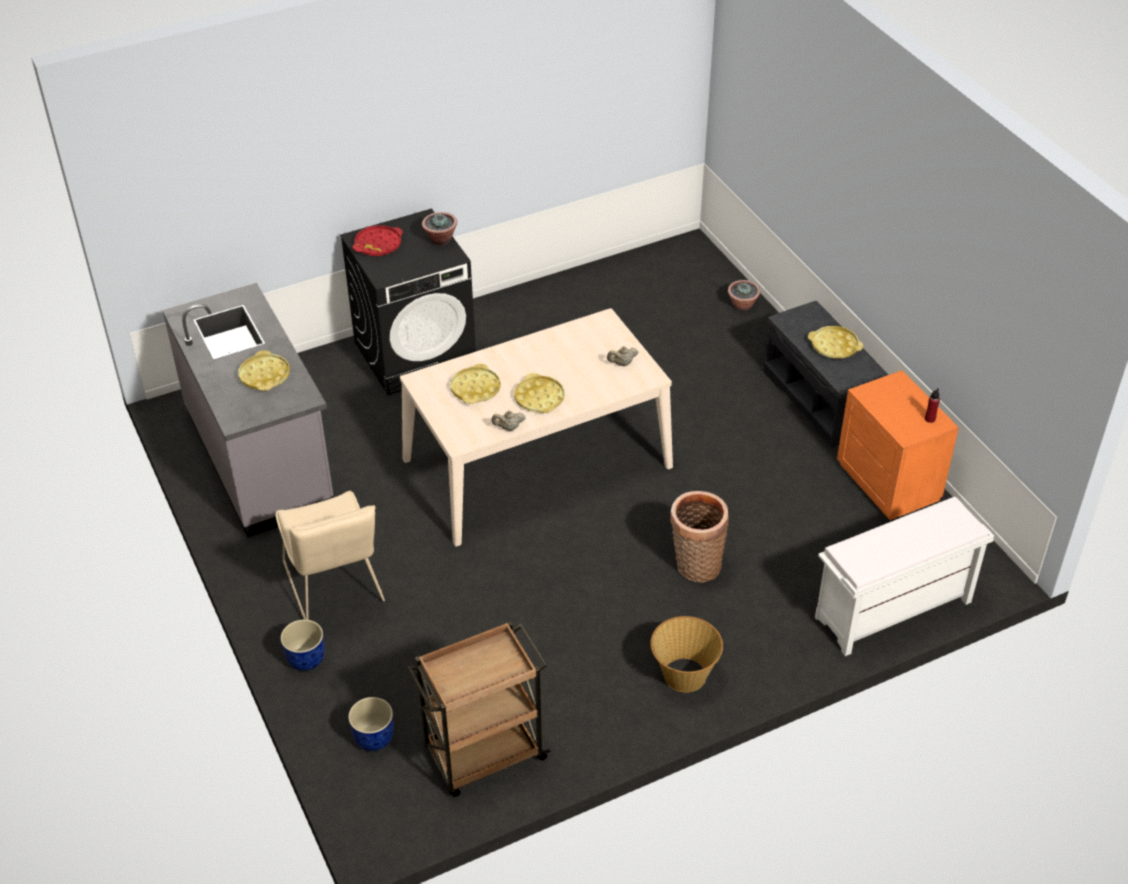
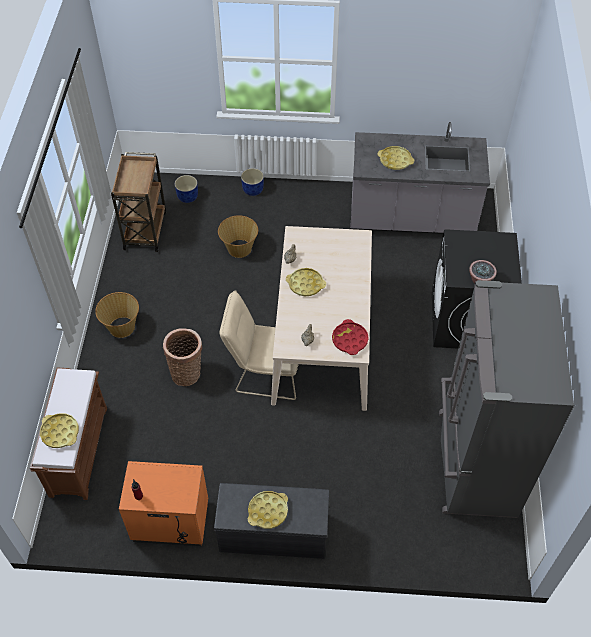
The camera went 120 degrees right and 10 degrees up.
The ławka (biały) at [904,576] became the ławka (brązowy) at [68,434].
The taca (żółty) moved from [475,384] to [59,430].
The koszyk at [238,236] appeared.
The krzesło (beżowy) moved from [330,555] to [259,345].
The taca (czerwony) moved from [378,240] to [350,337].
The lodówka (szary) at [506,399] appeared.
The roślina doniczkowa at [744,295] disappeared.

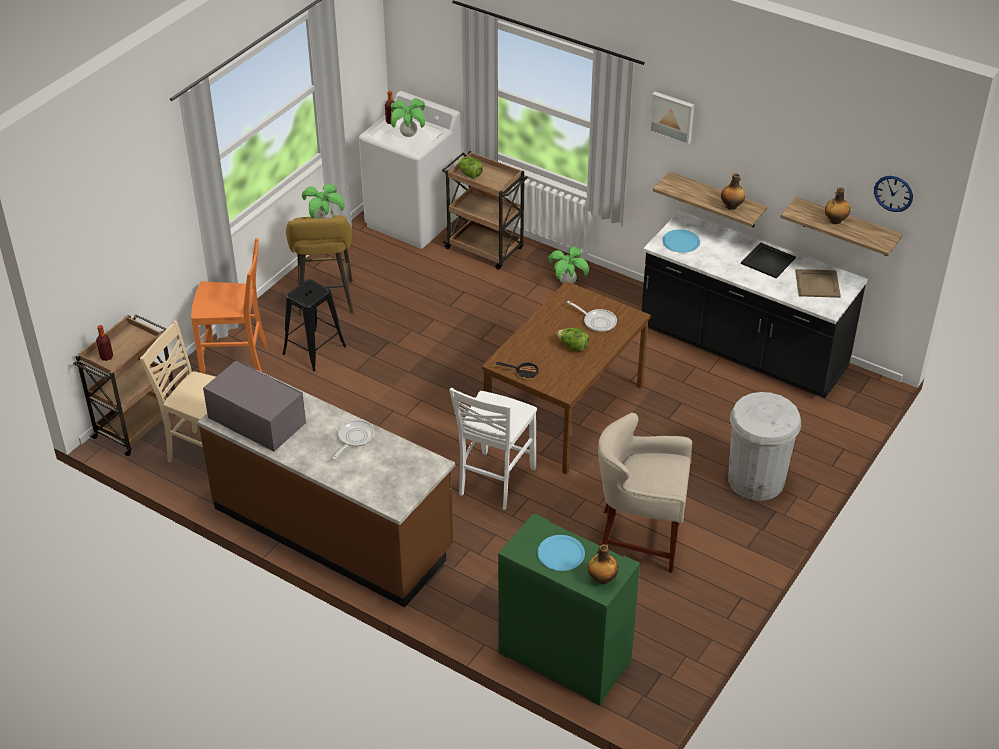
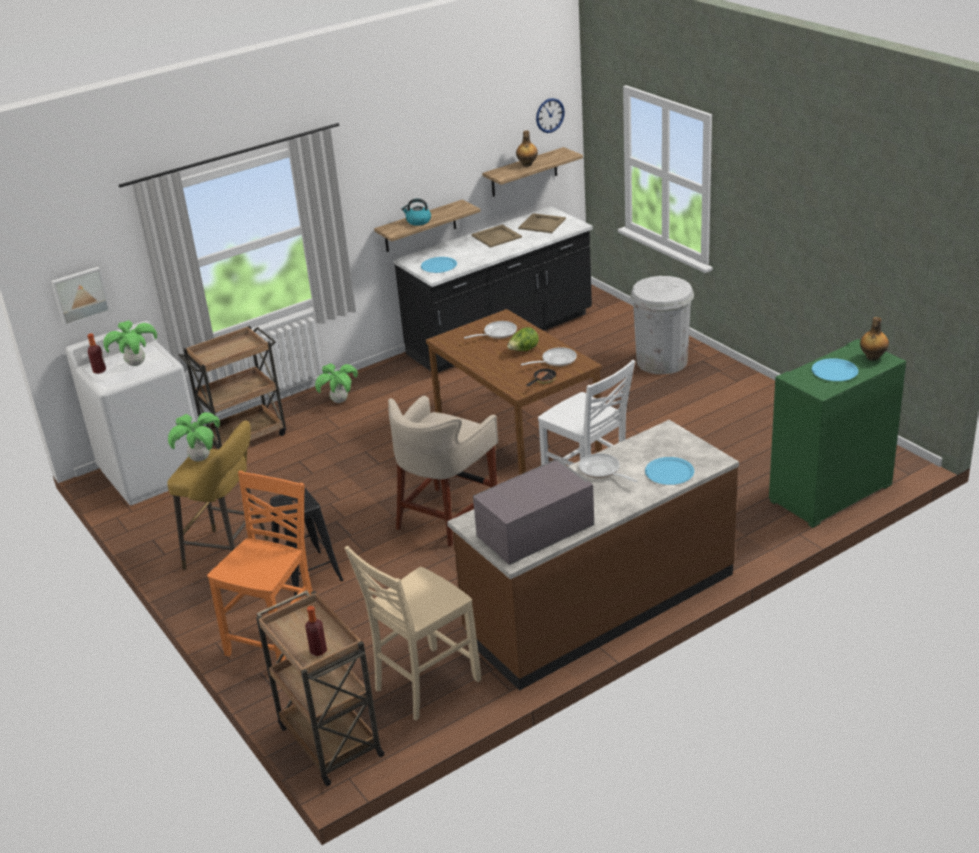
The camera went 65 degrees left and 10 degrees down.
The obraz moved from [671,118] to [81,296].
The stołek (beżowy) moved from [645,493] to [443,471].
The czajnik at [416,212] appeared.
The taca (czarny) at [768,260] became the taca (beżowy) at [496,236].
The patelnia at [549,357] appeared.
The talerz (niebieski) at [669,471] appeared.
The sałata at [470,168] disappeared.
The butelka at [733,191] disappeared.

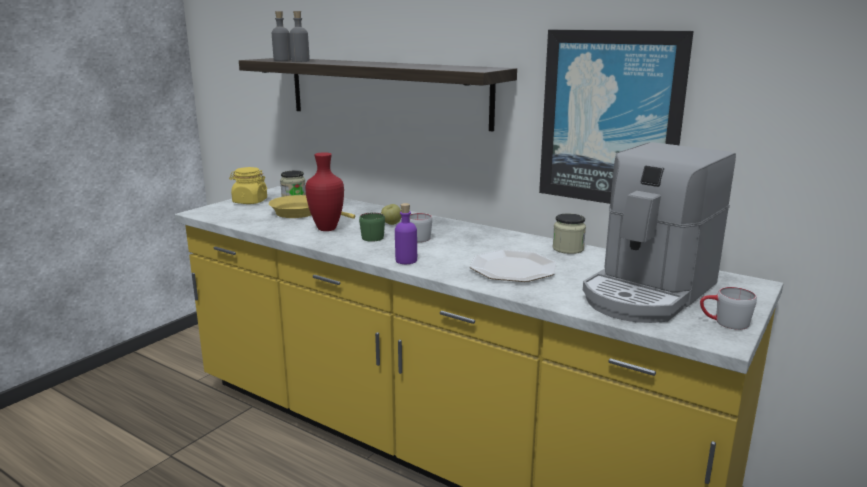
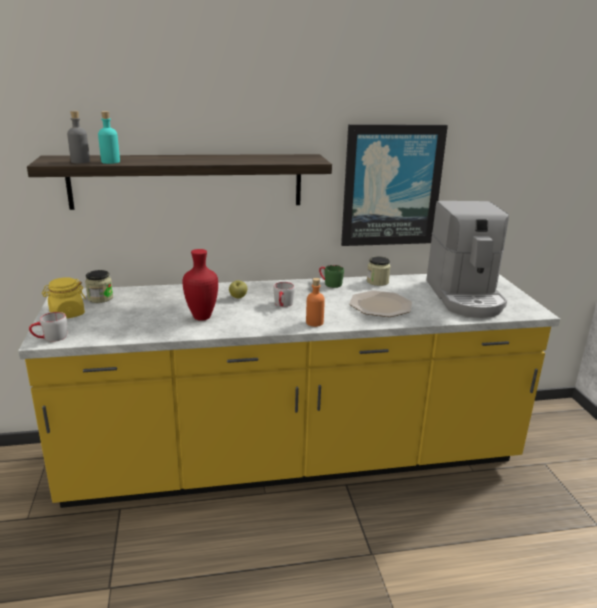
The camera went 45 degrees left and 5 degrees up.
The kubek (szary) moved from [728,308] to [48,327].
The butelka (szary) at [300,36] became the butelka (turkusowy) at [109,137].
The butelka (fioletowy) at [406,233] became the butelka (pomarańczowy) at [315,302].
The kubek (zielony) moved from [372,227] to [331,276].
The patelnia (żółty) at [312,207] disappeared.

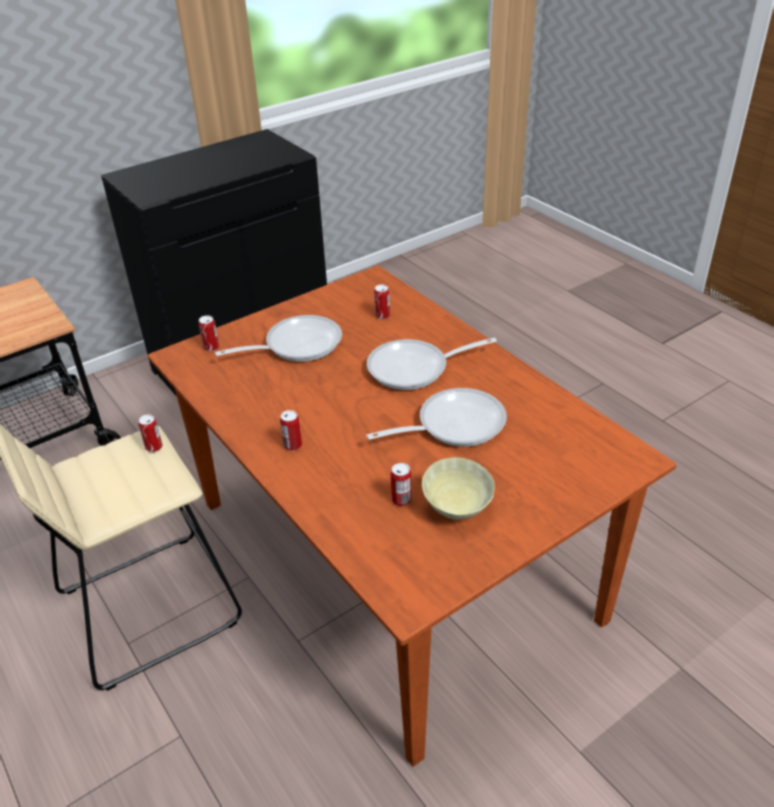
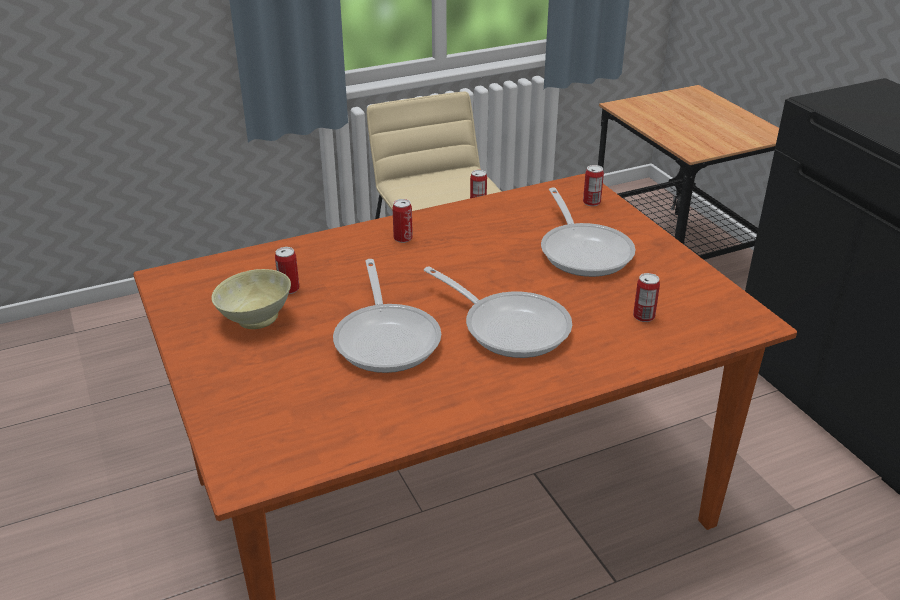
The camera went 100 degrees right and 5 degrees down.
The patelnia at [432,364] turned 135 degrees clockwise.

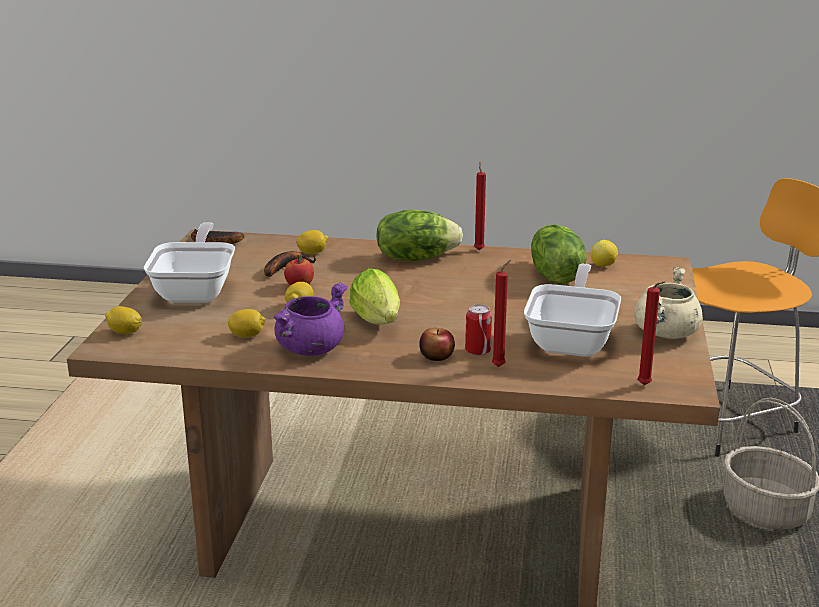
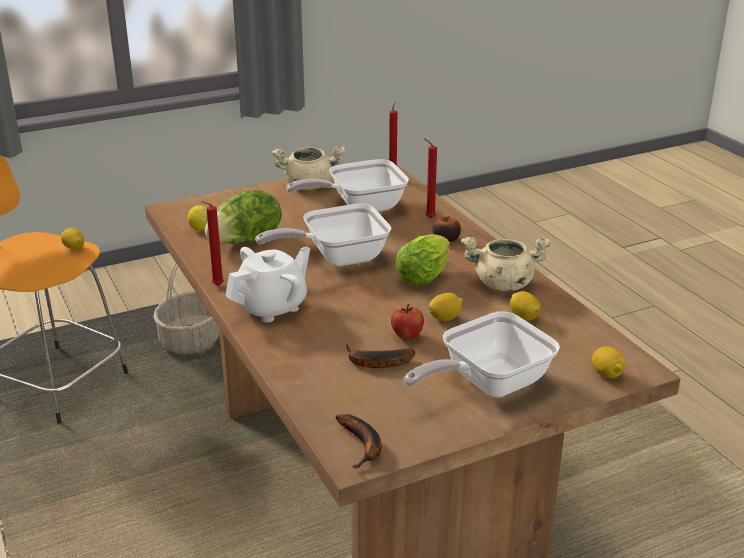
The camera went 125 degrees left and 5 degrees up.
The cytryna moved from [312,242] to [72,239].
The sałata at [419,235] was replaced by the imbryk (biały) at [267,285].
The patelnia at [323,234] appeared.
The garnek (fioletowy) at [310,319] became the garnek (beżowy) at [506,264].
The puszka at [478,330] disappeared.

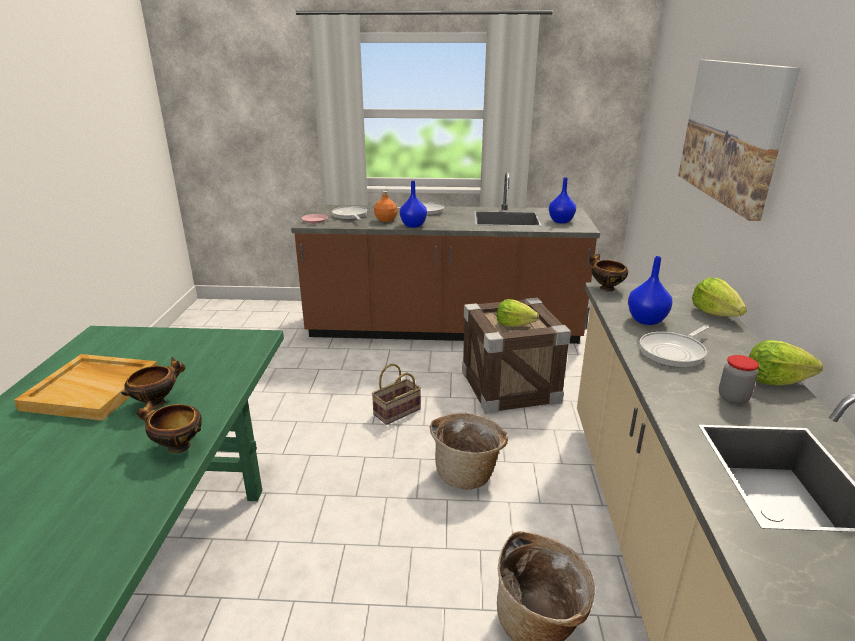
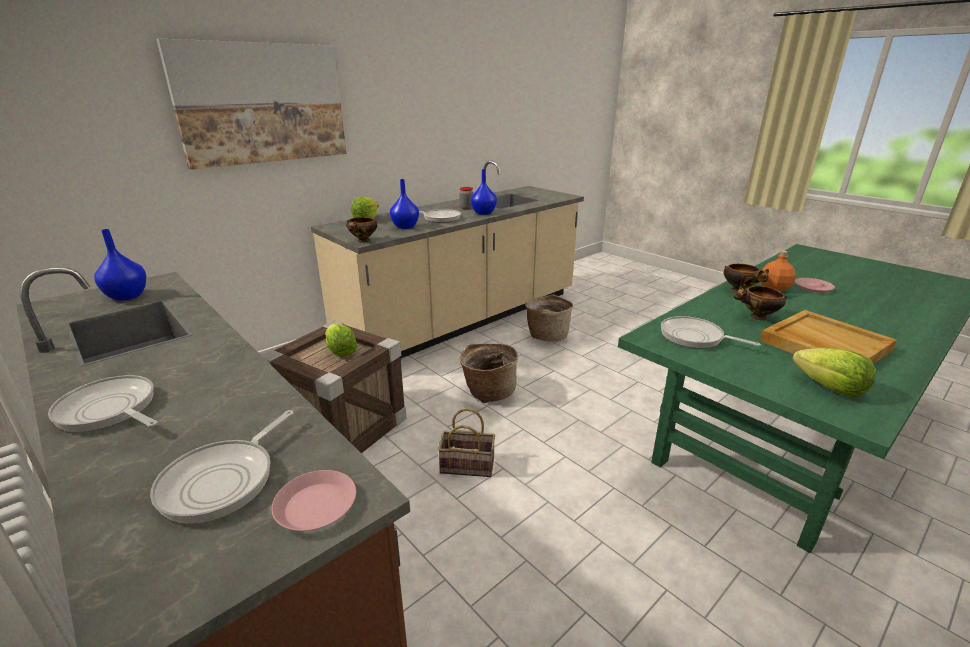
The camera went 135 degrees left and 0 degrees up.
The wazon (niebieski) moved from [413,204] to [484,192].
The patelnia at [711,332] appeared.
The butelka (pomarańczowy) moved from [386,206] to [778,271].
The sałata moved from [786,362] to [834,372].
The talerz (różowy) at [815,285] appeared.

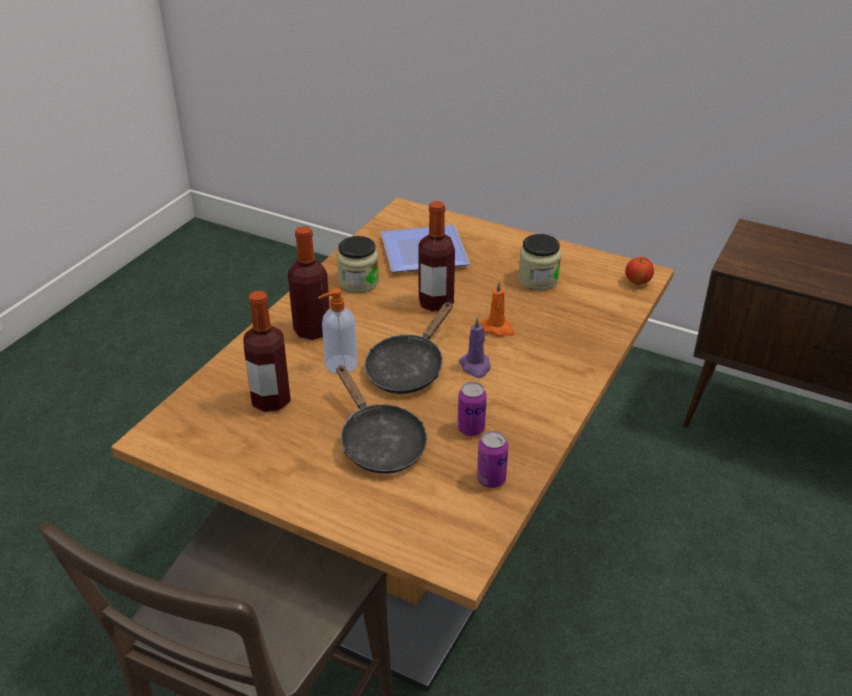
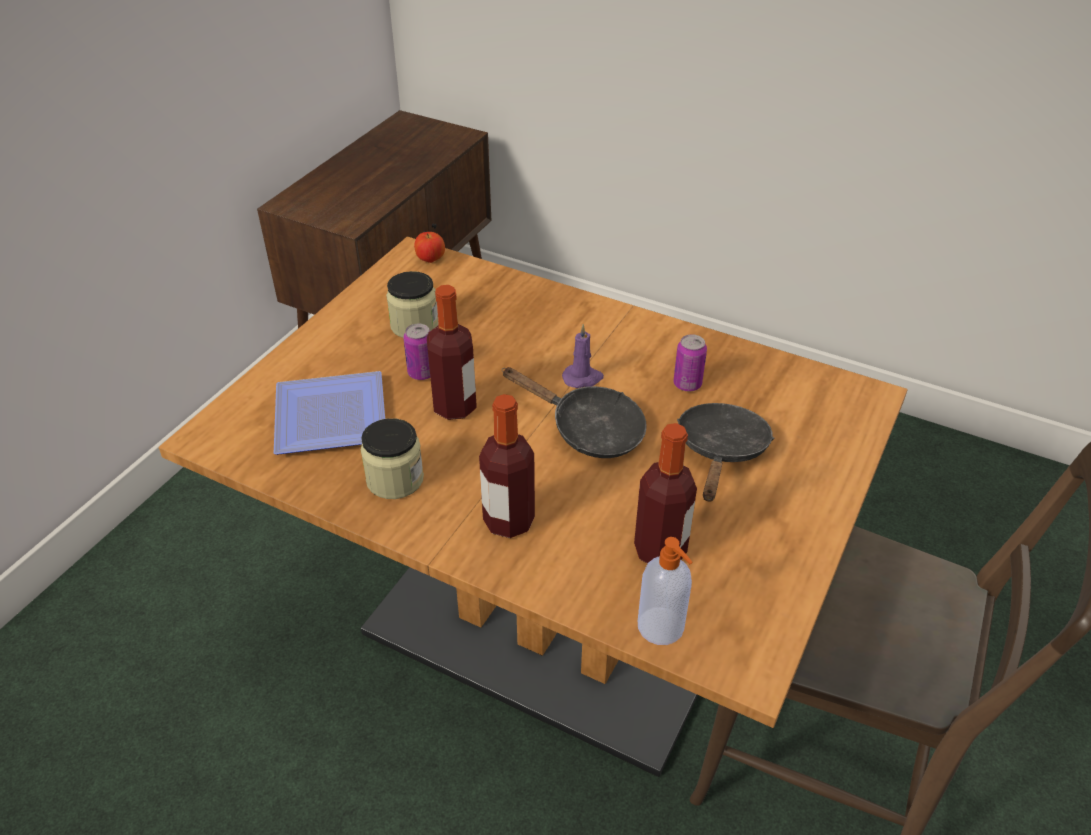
The camera went 90 degrees left and 5 degrees up.
The puszka moved from [492,459] to [416,352].
The dozownik mydła moved from [337,331] to [665,591].
The patelnia (czarny) at [381,419] turned 45 degrees counterclockwise.
The świeca (pomarańczowy) at [497,309] disappeared.

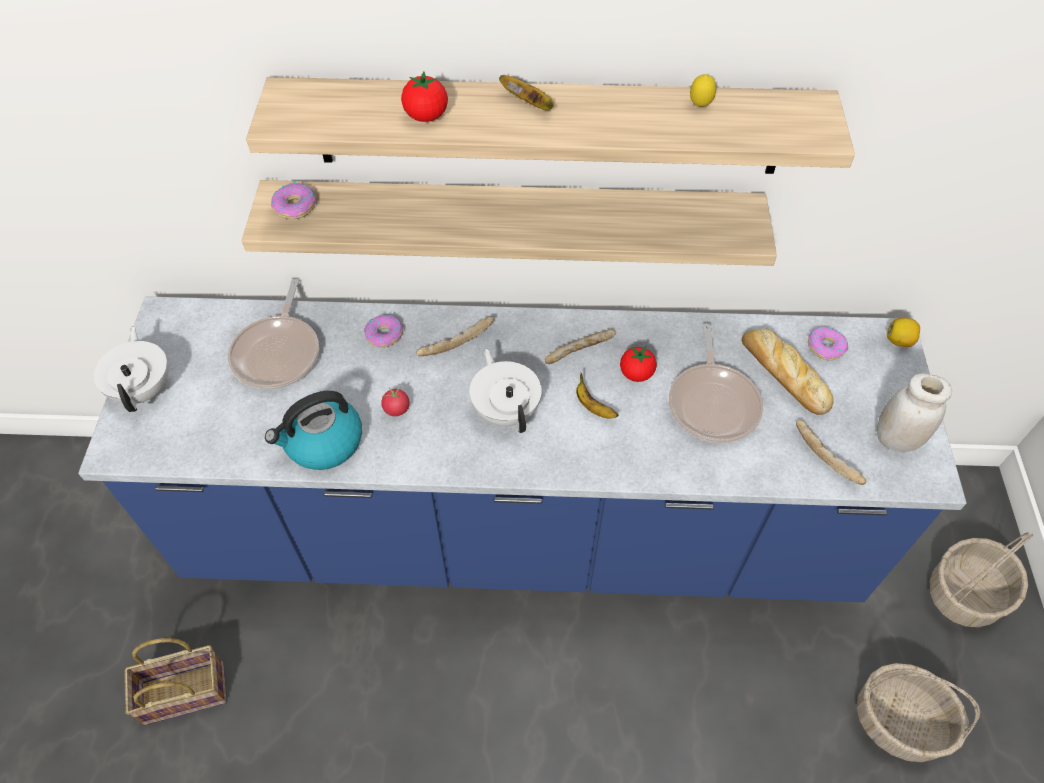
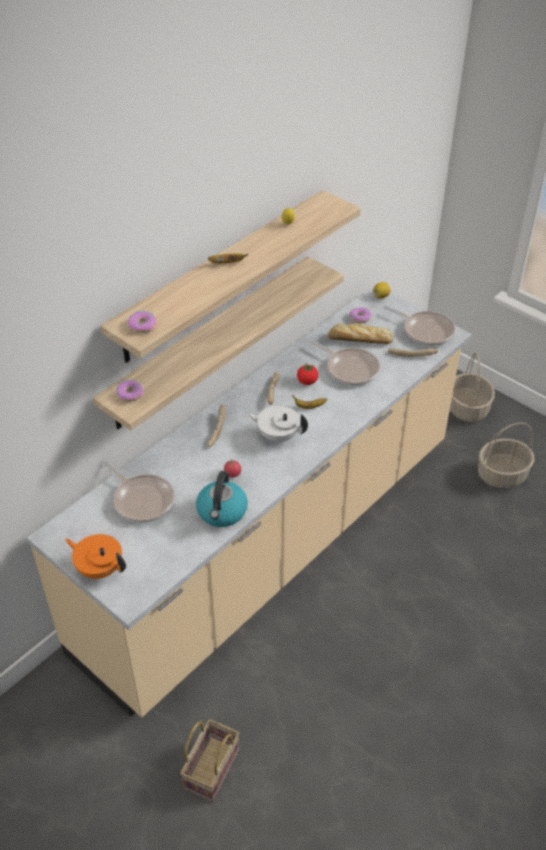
The camera went 50 degrees left and 10 degrees down.
The zabudowa kuchenna (niebieski) at [522,449] became the zabudowa kuchenna (beżowy) at [249,501].
The imbryk (biały) at [131,369] became the imbryk (pomarańczowy) at [95,556].
The donut moved from [383,331] to [142,322].
The słoik (biały) at [914,412] was replaced by the patelnia at [419,325].
The pomidor at [424,96] disappeared.

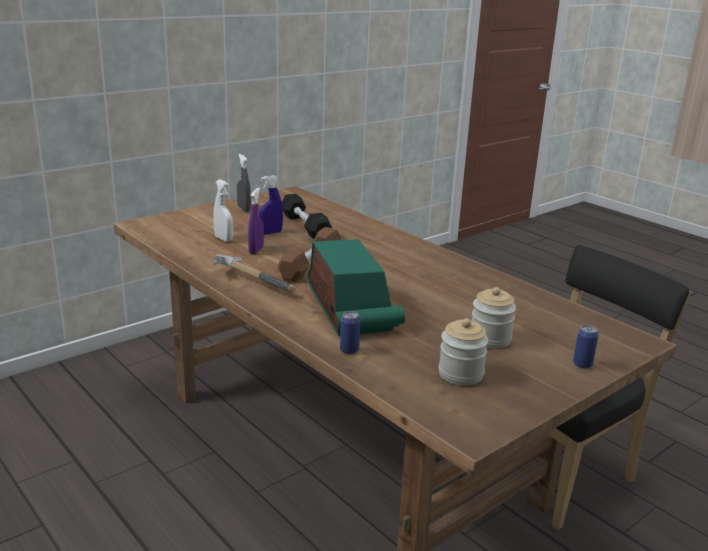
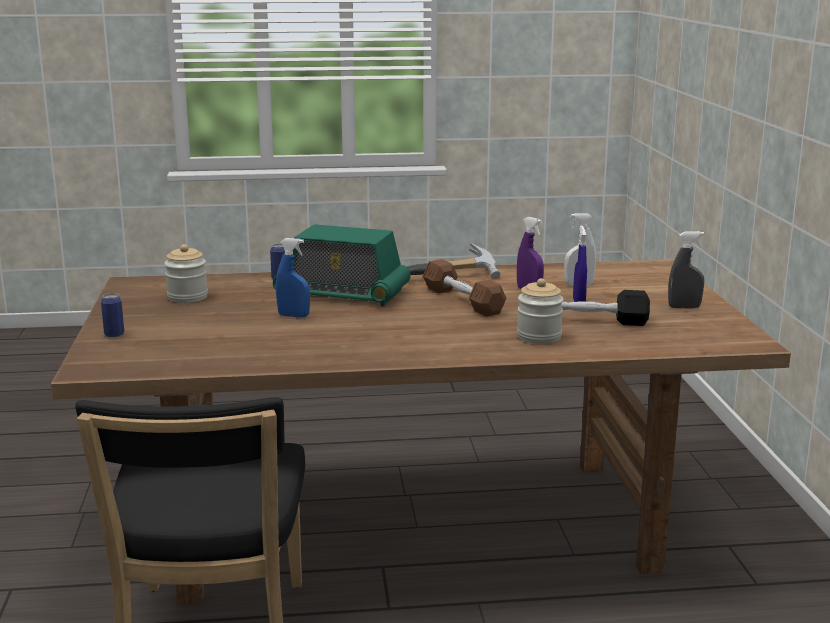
The camera went 125 degrees right and 5 degrees down.
The spryskiwacz (niebieski) at [293,278] appeared.
The słoik moved from [494,317] to [540,311].

